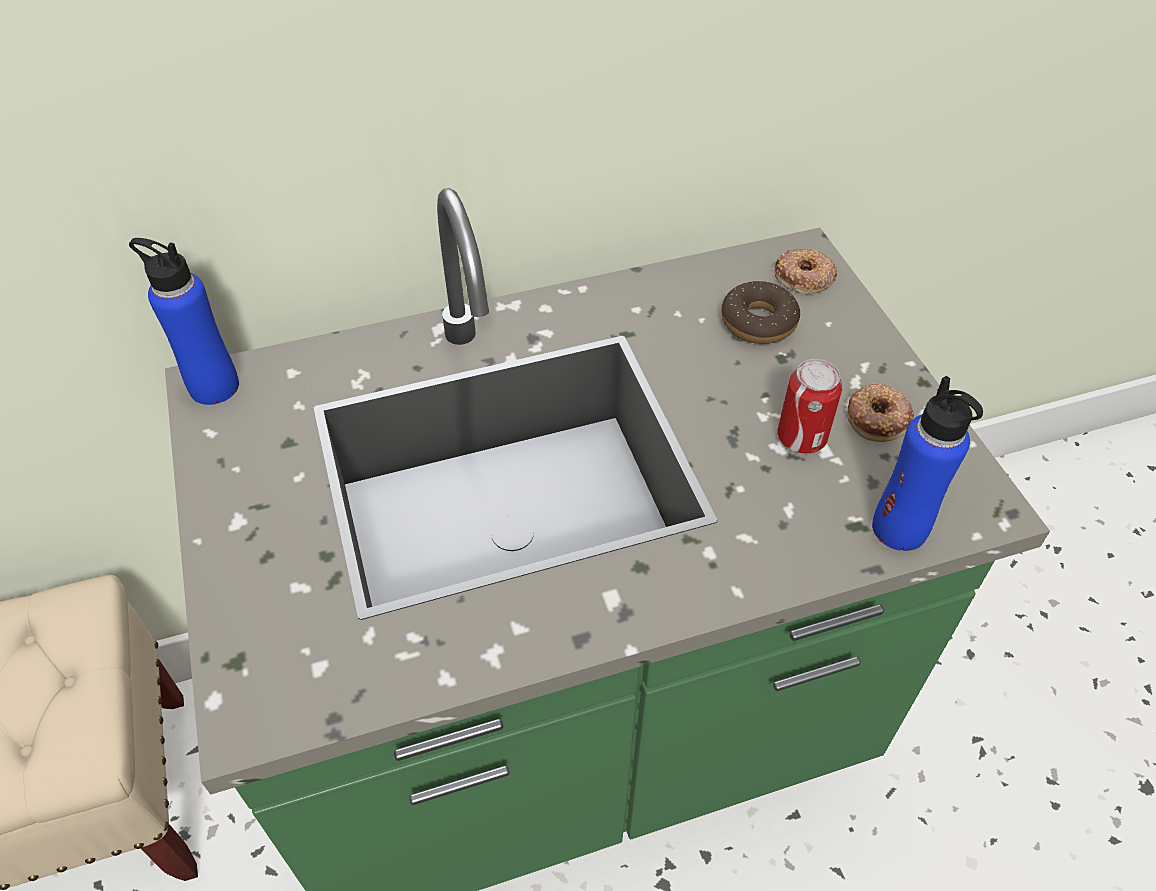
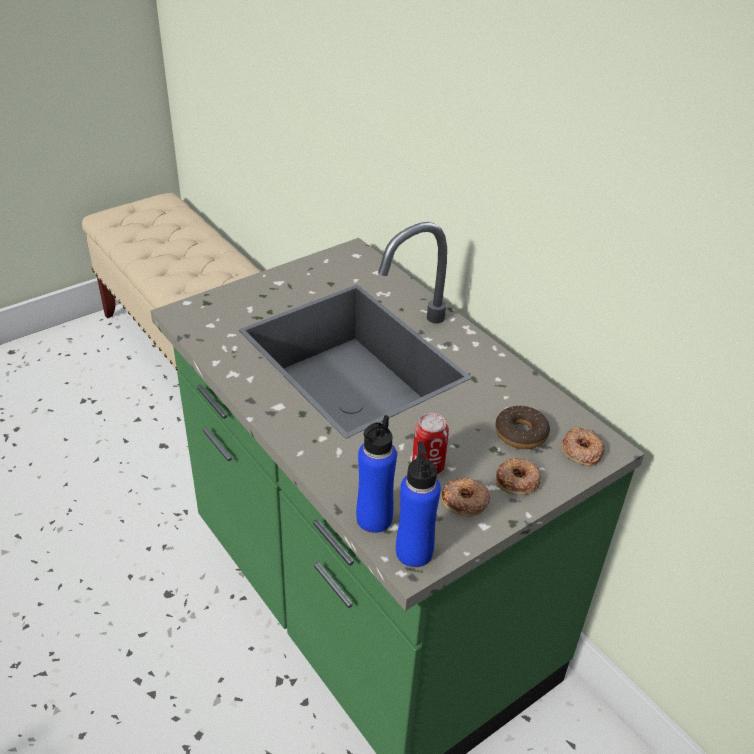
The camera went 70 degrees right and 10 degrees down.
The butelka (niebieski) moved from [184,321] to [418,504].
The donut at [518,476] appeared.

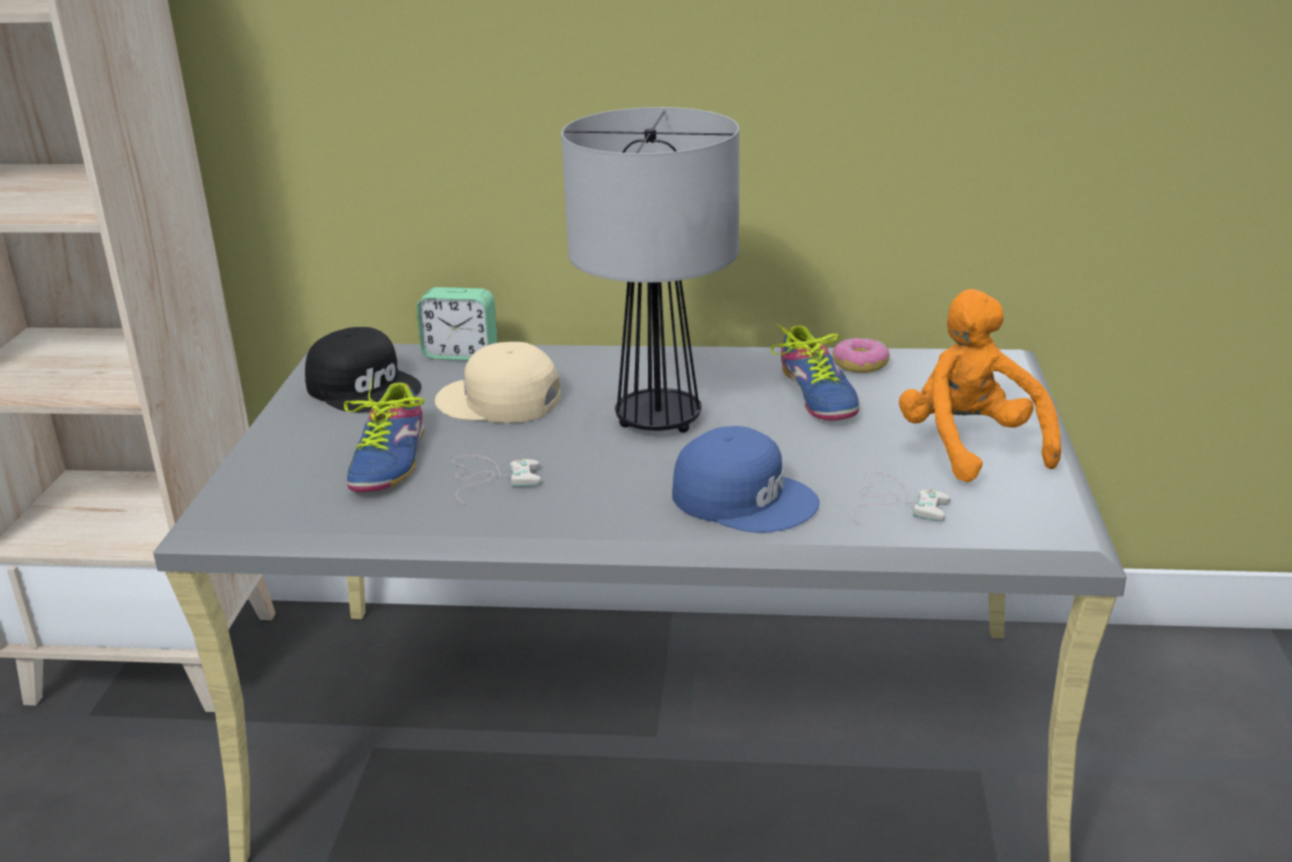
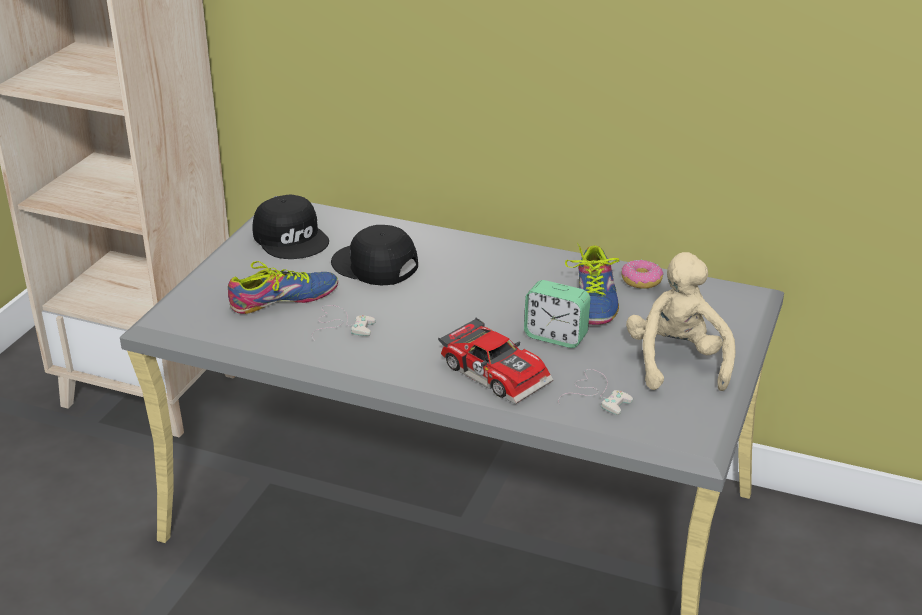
The camera went 15 degrees right and 5 degrees up.
The but at [384,435] turned 135 degrees counterclockwise.
The czapka z daszkiem (beżowy) at [498,382] became the czapka z daszkiem (czarny) at [374,255].
The czapka z daszkiem (niebieski) at [746,479] was replaced by the samochodzik at [495,361].
The budzik moved from [456,323] to [557,314].
The pluszak (pomarańczowy) at [980,385] became the pluszak (beżowy) at [680,321].
The lampa stołowa at [650,270] disappeared.

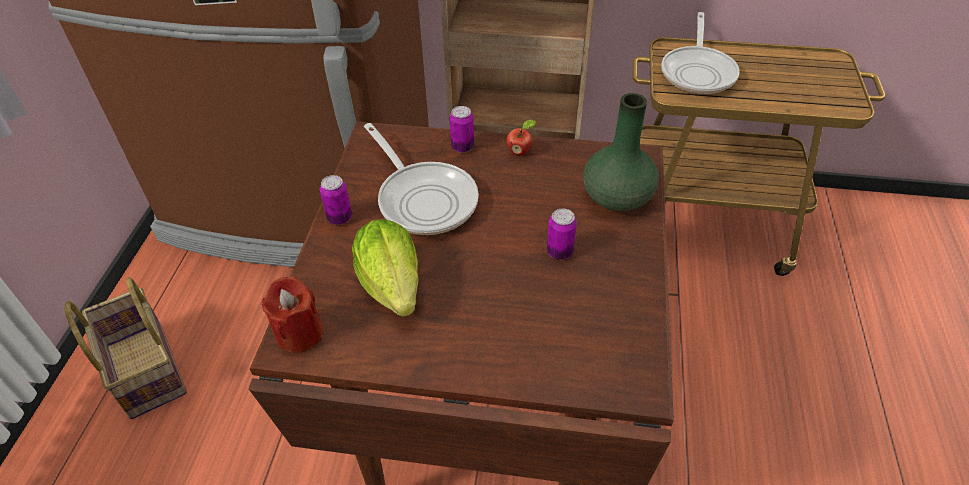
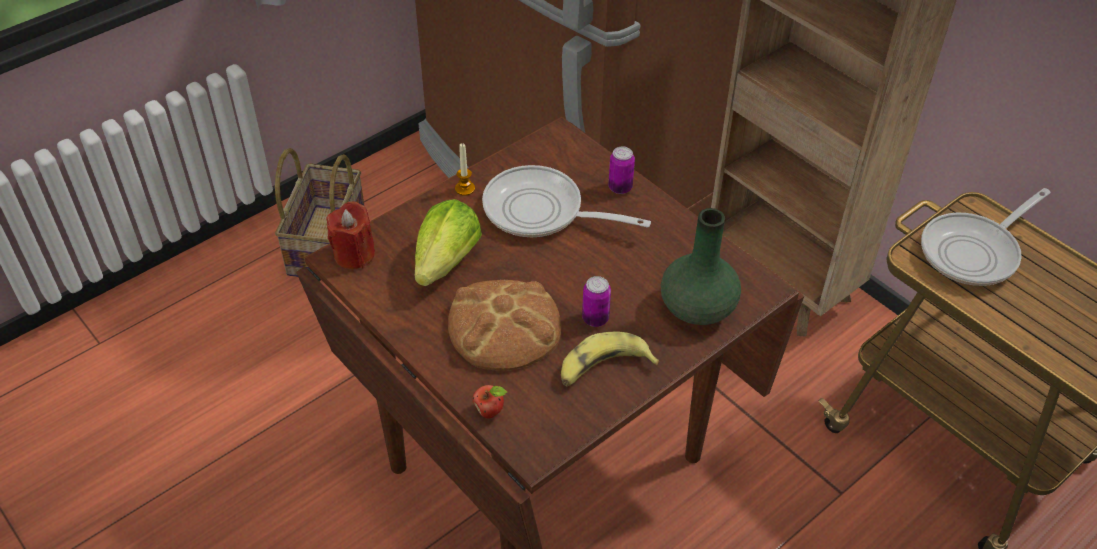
The camera went 40 degrees right and 0 degrees up.
The chleb at [504,325] appeared.
The puszka at [336,200] was replaced by the świeca at [465,169].
The jabłko moved from [521,137] to [489,402].
The patelnia at [421,179] turned 105 degrees clockwise.
The banan at [610,359] appeared.

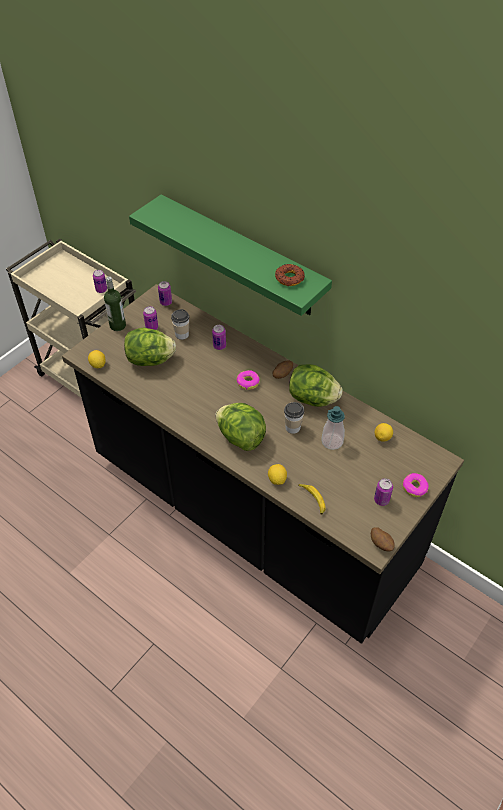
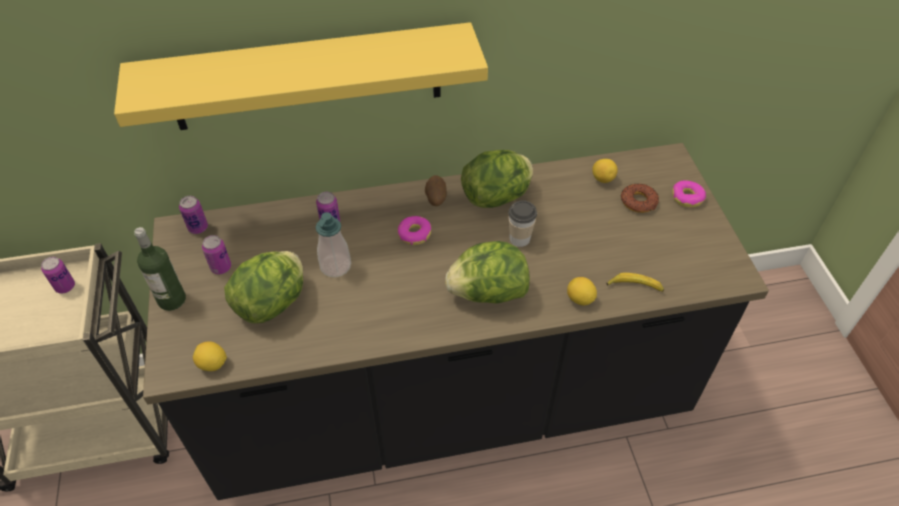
The camera went 50 degrees left and 0 degrees up.
The półka (zielony) at [230,255] became the półka (żółty) at [301,76].
The dozownik mydła moved from [333,428] to [333,244].
The donut moved from [290,275] to [640,198].
The filiżanka at [180,324] disappeared.
The ziemniak at [383,539] disappeared.
The puszka at [383,492] disappeared.

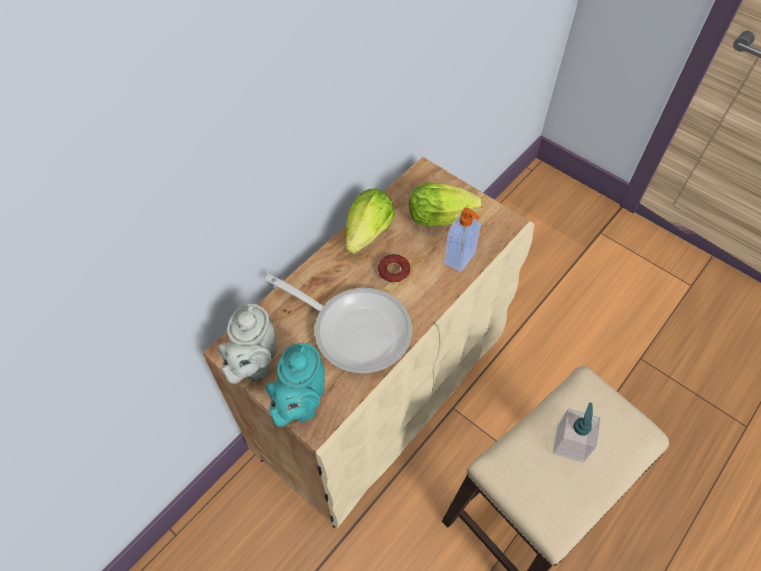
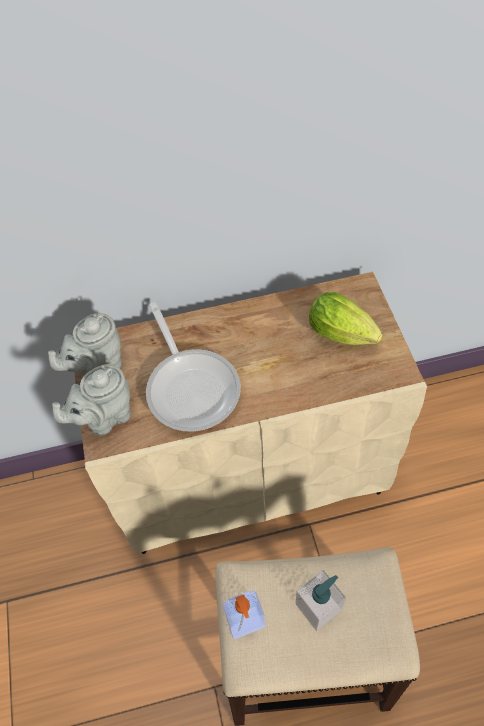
The camera went 40 degrees right and 0 degrees up.
The imbryk (turkusowy) at [295,385] became the imbryk (szary) at [91,399].
The dozownik mydła moved from [462,239] to [244,615].
The sałata at [370,221] disappeared.
The donut at [394,268] disappeared.

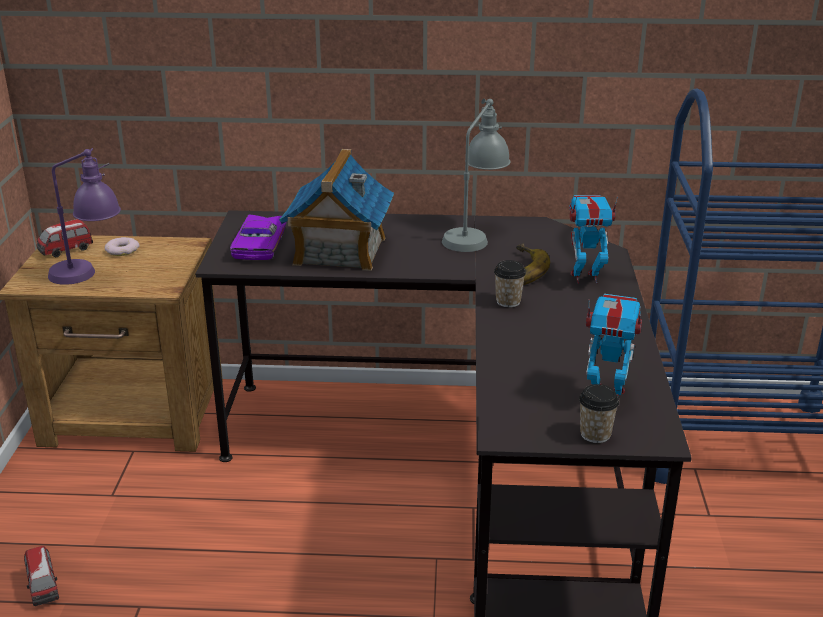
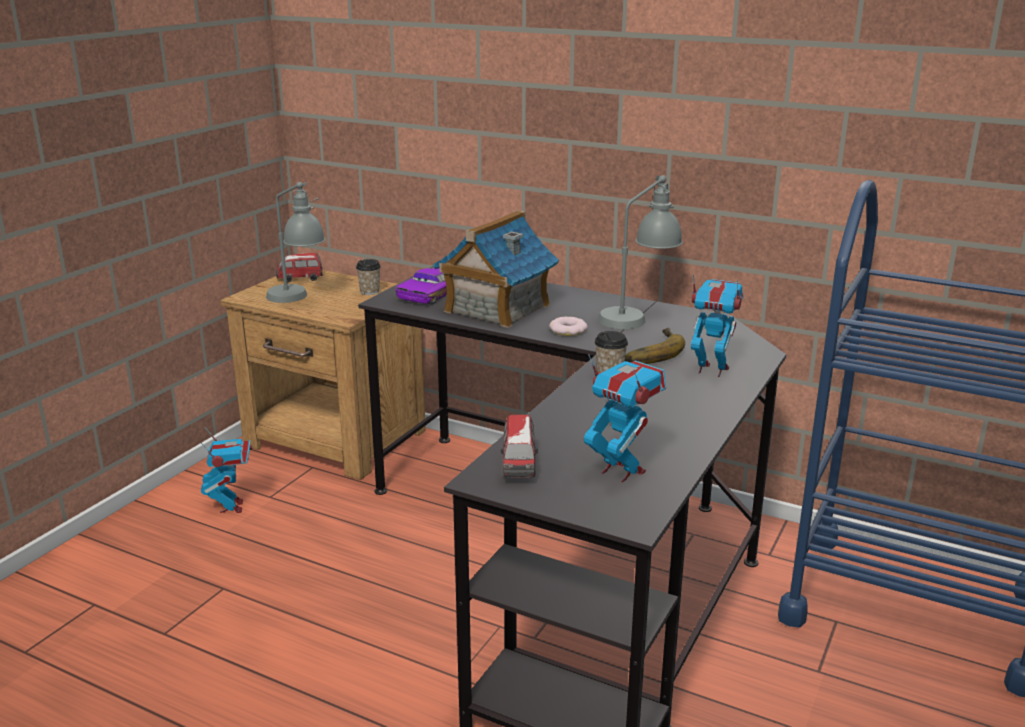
The camera went 25 degrees right and 5 degrees down.
The robot zabawkowy at [226,470] appeared.
The lampa stołowa (fioletowy) at [84,216] became the lampa stołowa (szary) at [295,242].
The filiżanka moved from [599,413] to [368,277].
The samochodzik moved from [41,576] to [519,446].
The donut moved from [122,246] to [568,326].

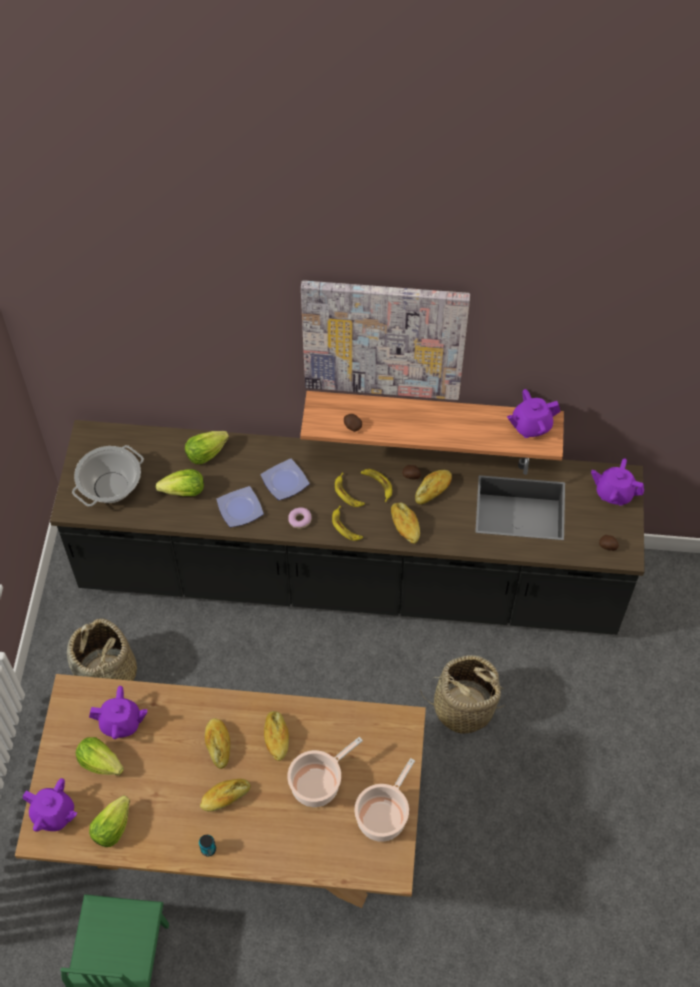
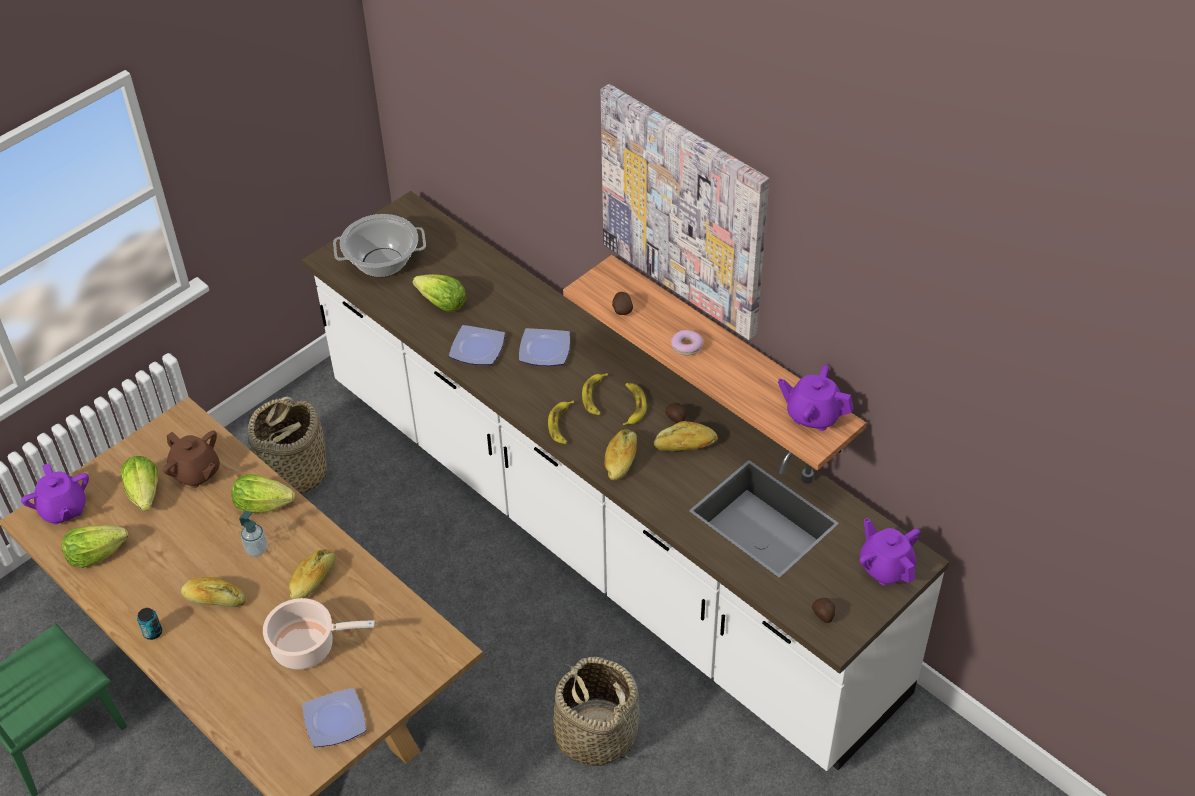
The camera went 40 degrees right and 10 degrees down.
The imbryk (fioletowy) at [118,712] became the imbryk (brązowy) at [191,459].
The sałata moved from [207,447] to [263,493].
The chleb at [217,743] was replaced by the dozownik mydła at [253,534].
The zabudowa kuchenna (czarny) at [347,527] became the zabudowa kuchenna (biały) at [625,481].
The garnek at [384,800] was replaced by the talerz at [334,717].
The donut moved from [300,518] to [687,342].

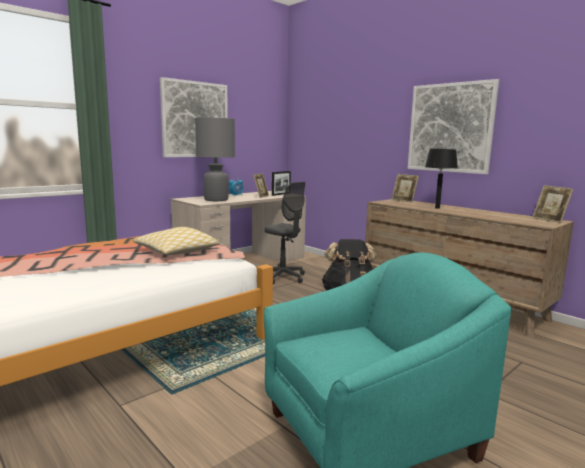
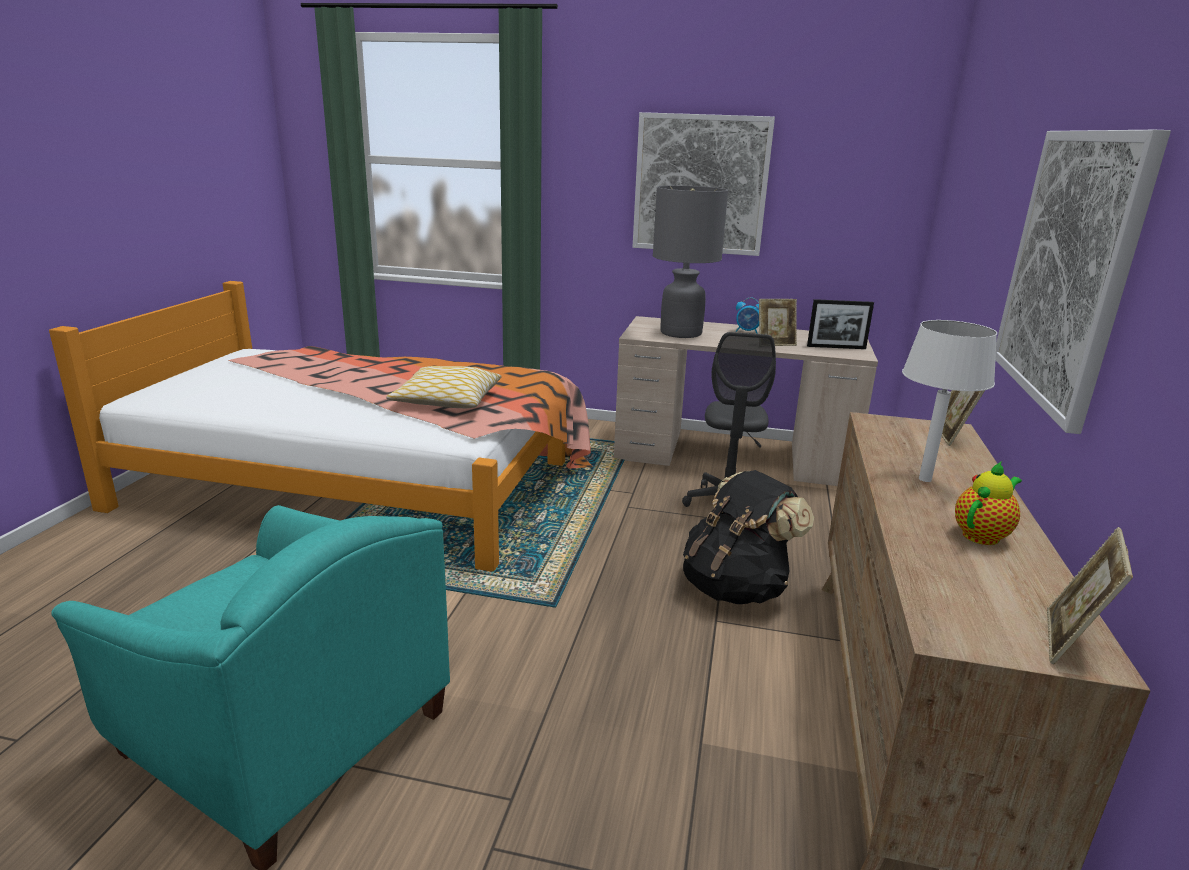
The camera went 55 degrees right and 10 degrees up.
The lampa stołowa (czarny) at [441,179] became the lampa stołowa (biały) at [949,401].
The imbryk at [988,503] appeared.

